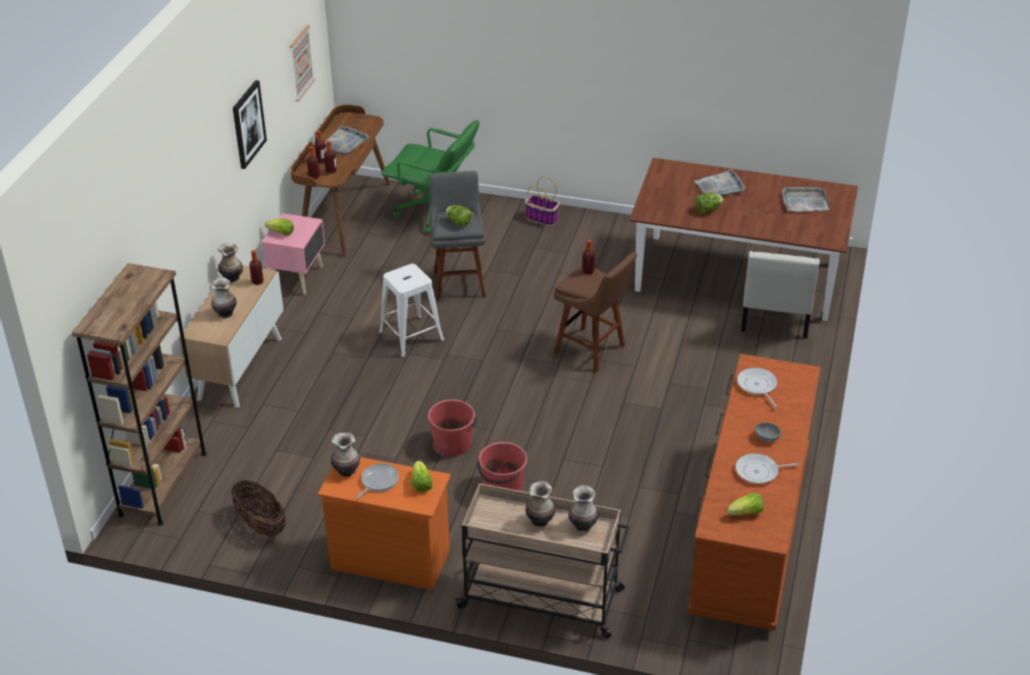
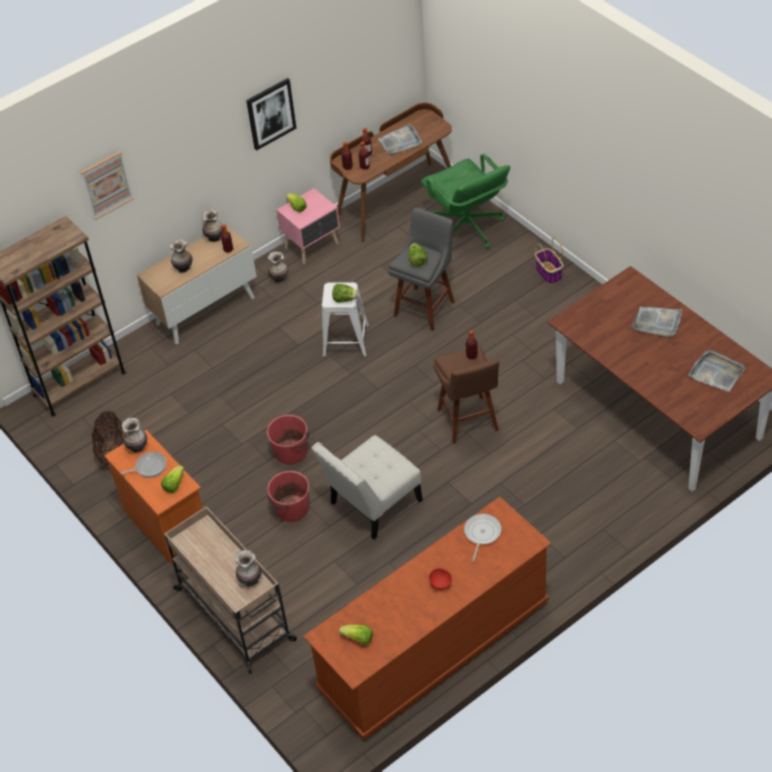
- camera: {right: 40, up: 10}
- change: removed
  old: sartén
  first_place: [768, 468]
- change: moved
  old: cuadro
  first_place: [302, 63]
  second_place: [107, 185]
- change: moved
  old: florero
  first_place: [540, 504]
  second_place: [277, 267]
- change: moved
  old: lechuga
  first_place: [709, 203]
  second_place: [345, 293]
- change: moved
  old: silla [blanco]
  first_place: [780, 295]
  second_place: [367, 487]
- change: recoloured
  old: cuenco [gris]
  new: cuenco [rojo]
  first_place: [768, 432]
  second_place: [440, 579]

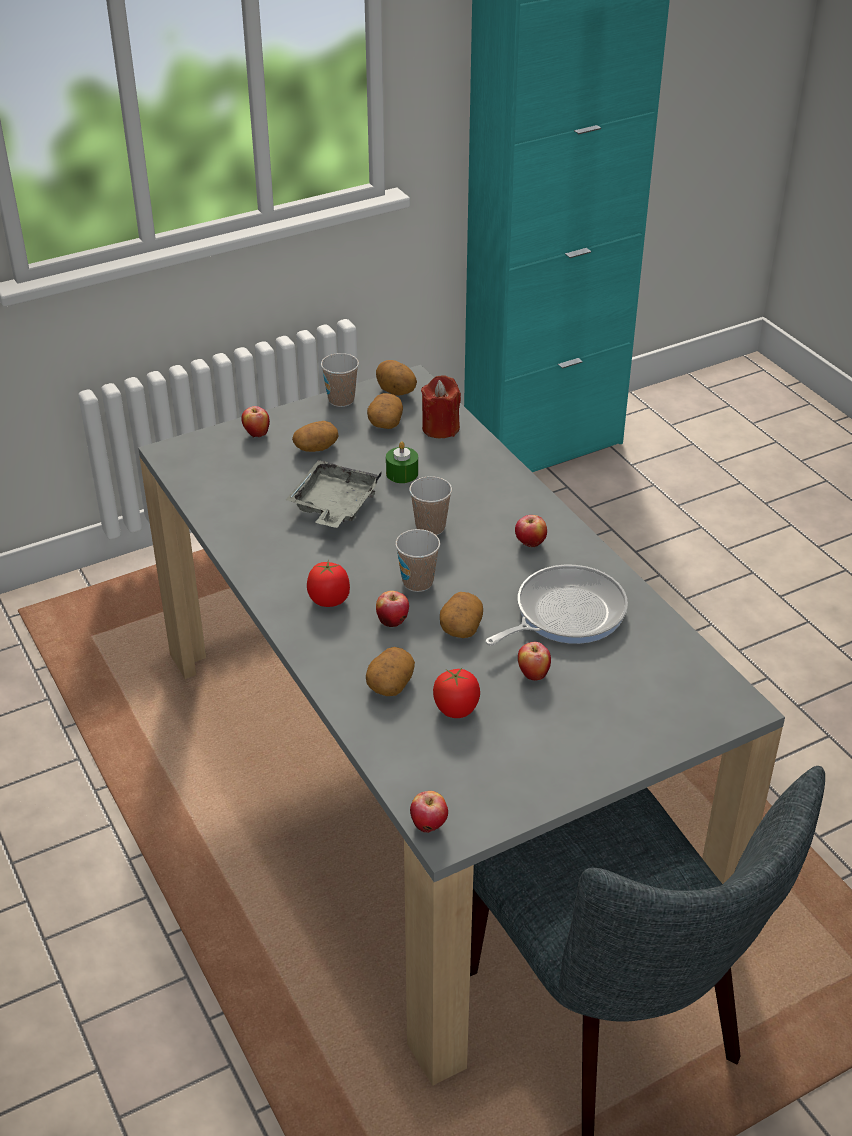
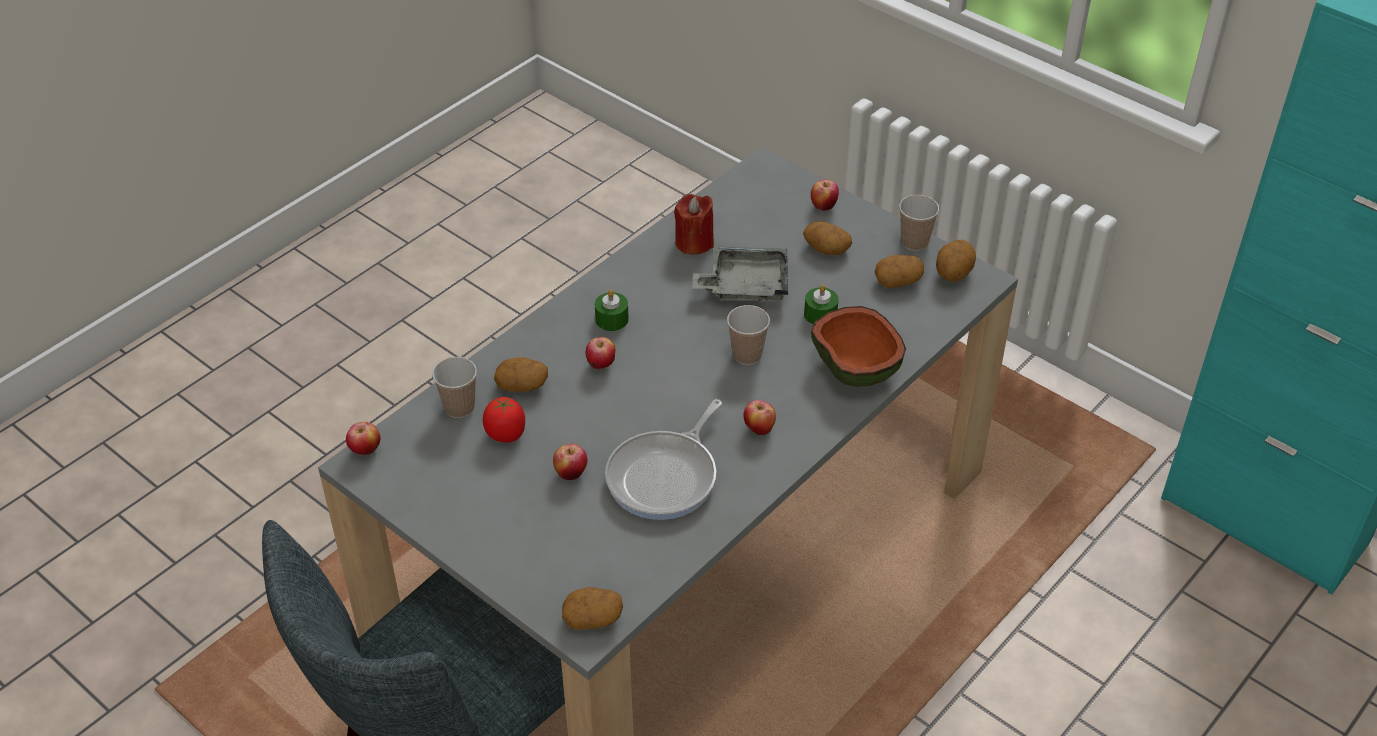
- camera: {right: 70, up: 5}
- change: added
  new: cuenco
  second_place: [858, 346]
- change: moved
  old: taza
  first_place: [417, 560]
  second_place: [454, 387]
- change: moved
  old: vela [rojo]
  first_place: [441, 406]
  second_place: [694, 224]
- change: moved
  old: patata
  first_place: [461, 615]
  second_place: [592, 608]
- change: replaced
  old: tomate
  new: vela [verde]
  first_place: [328, 583]
  second_place: [612, 310]
- change: turned
  old: sartén
  first_place: [556, 605]
  second_place: [663, 459]
  degrees: 90

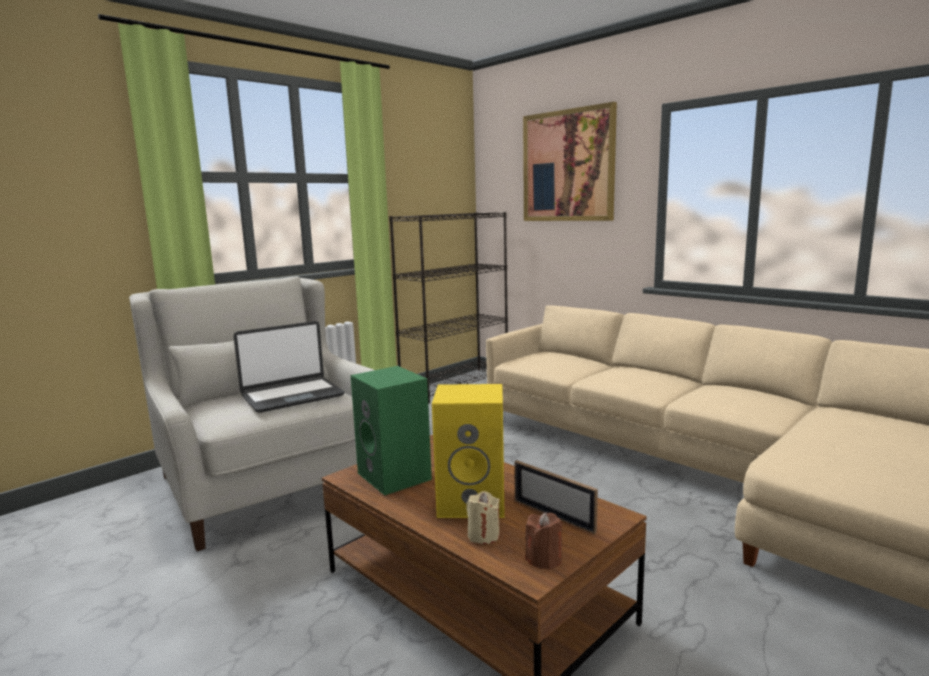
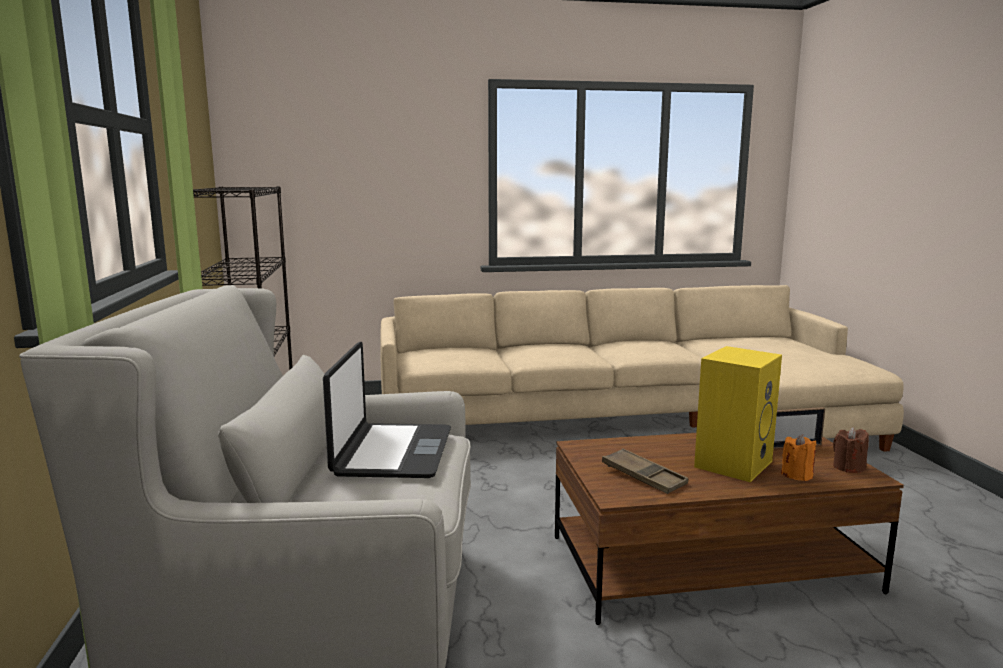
- camera: {right: -55, up: 0}
- change: removed
  old: cuadro
  first_place: [570, 161]
- change: replaced
  old: altavoz [verde]
  new: bandeja [marrón]
  first_place: [391, 431]
  second_place: [645, 471]
- change: recoloured
  old: vela [beis]
  new: vela [naranja]
  first_place: [483, 517]
  second_place: [799, 457]

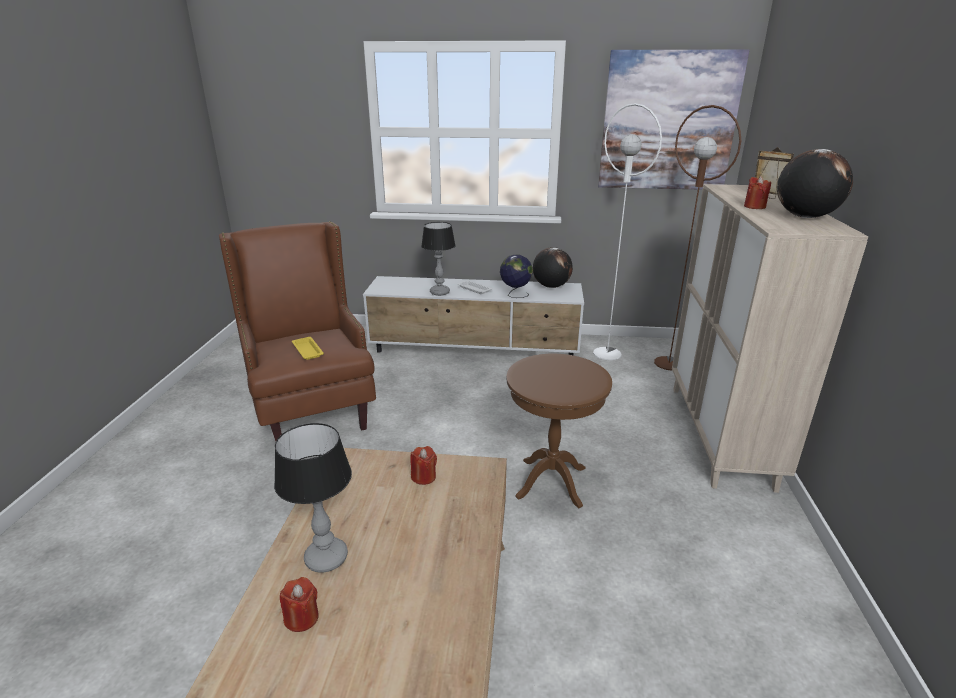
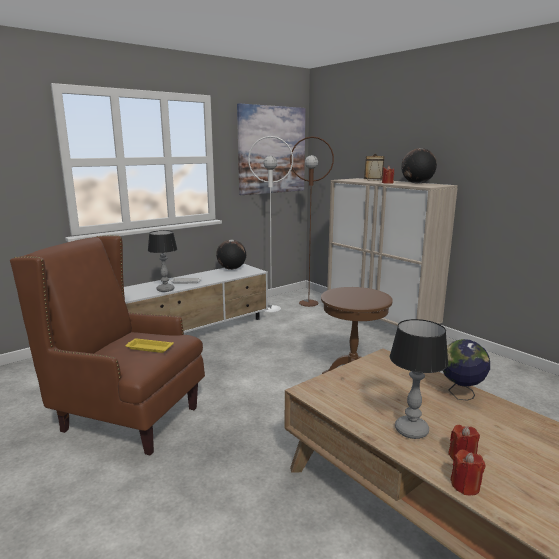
- camera: {right: -45, up: -10}
- change: moved
  old: vela [rojo]
  first_place: [423, 465]
  second_place: [468, 473]
- change: moved
  old: globo terráqueo
  first_place: [516, 276]
  second_place: [466, 370]

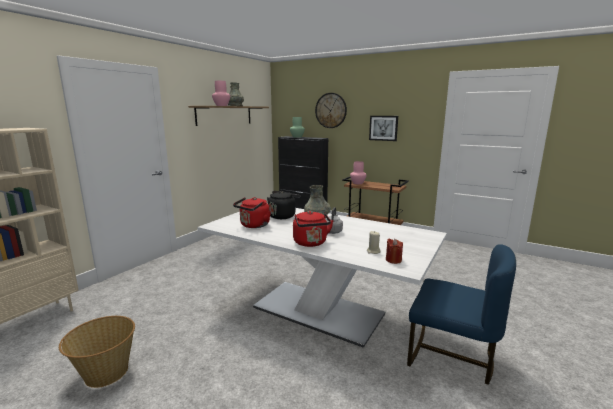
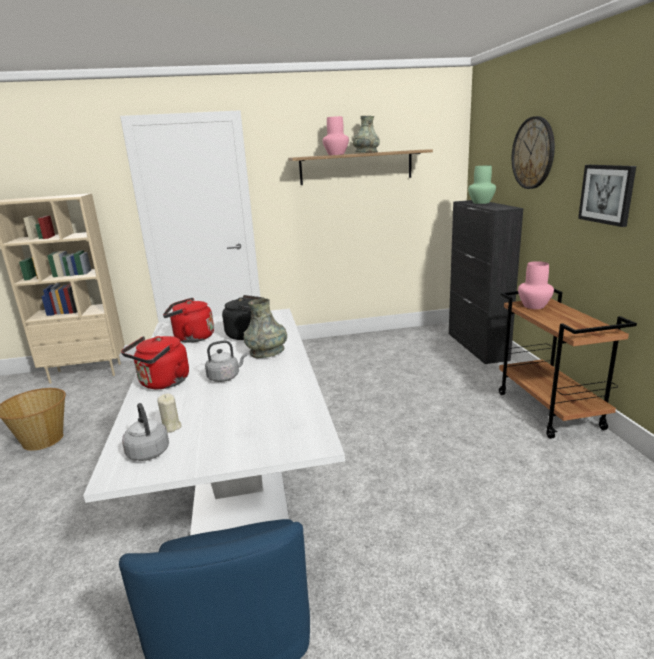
- camera: {right: 50, up: 5}
- change: replaced
  old: vela [rojo]
  new: hervidor [gris]
  first_place: [394, 251]
  second_place: [145, 432]

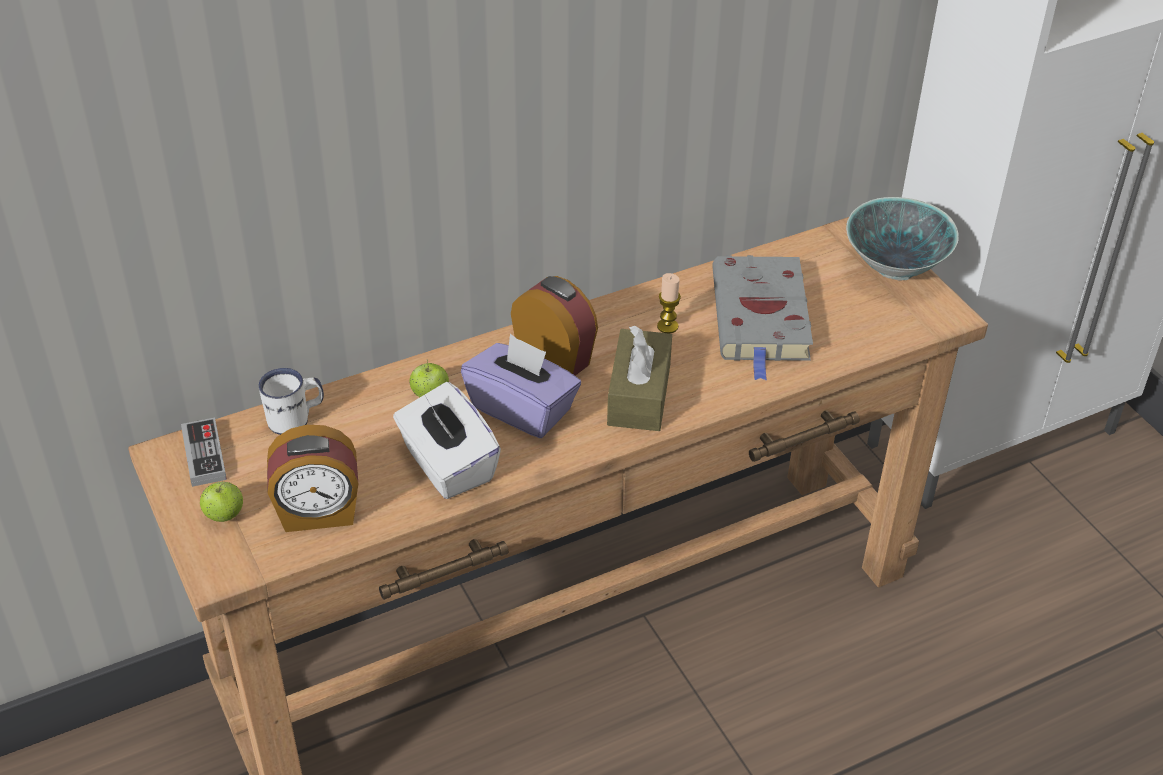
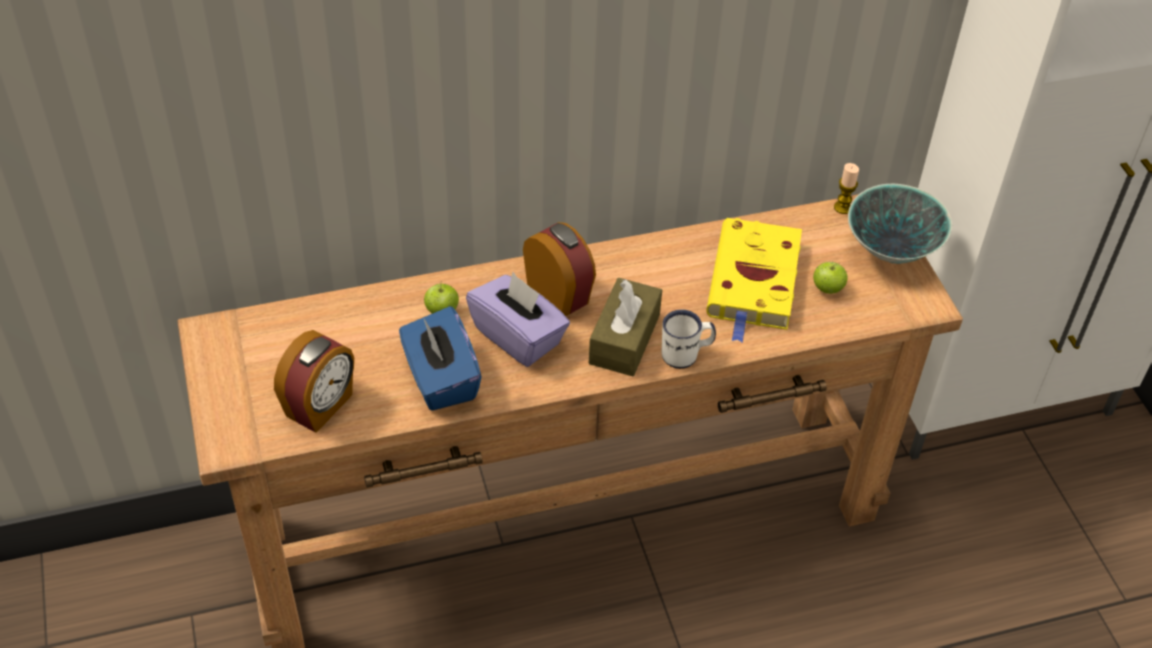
- camera: {right: 10, up: 5}
- change: removed
  old: mando de consola
  first_place: [204, 452]
- change: moved
  old: manzana
  first_place: [221, 502]
  second_place: [830, 278]
- change: moved
  old: taza grande [blanco]
  first_place: [291, 401]
  second_place: [689, 339]
- change: moved
  old: vela
  first_place: [669, 303]
  second_place: [846, 188]
- change: recoloured
  old: caja de pañuelos [blanco]
  new: caja de pañuelos [azul]
  first_place: [447, 440]
  second_place: [440, 358]
- change: recoloured
  old: libro [gris]
  new: libro [amarillo]
  first_place: [762, 318]
  second_place: [754, 280]
- change: turned
  old: despertador
  first_place: [312, 478]
  second_place: [314, 381]
  degrees: -60

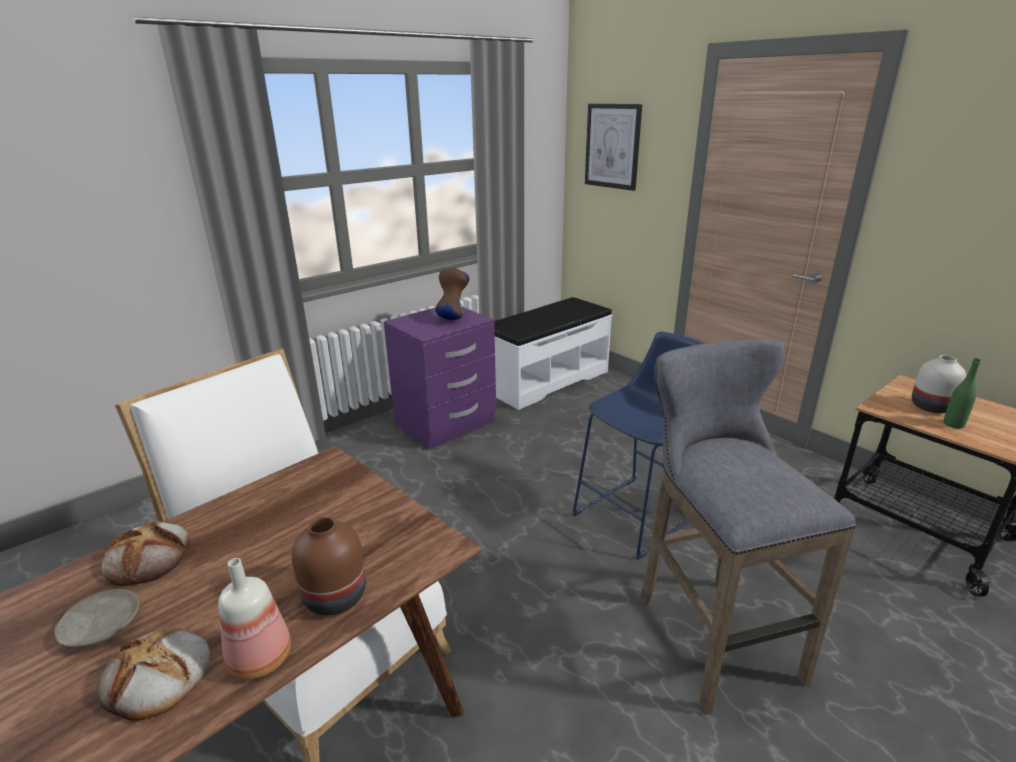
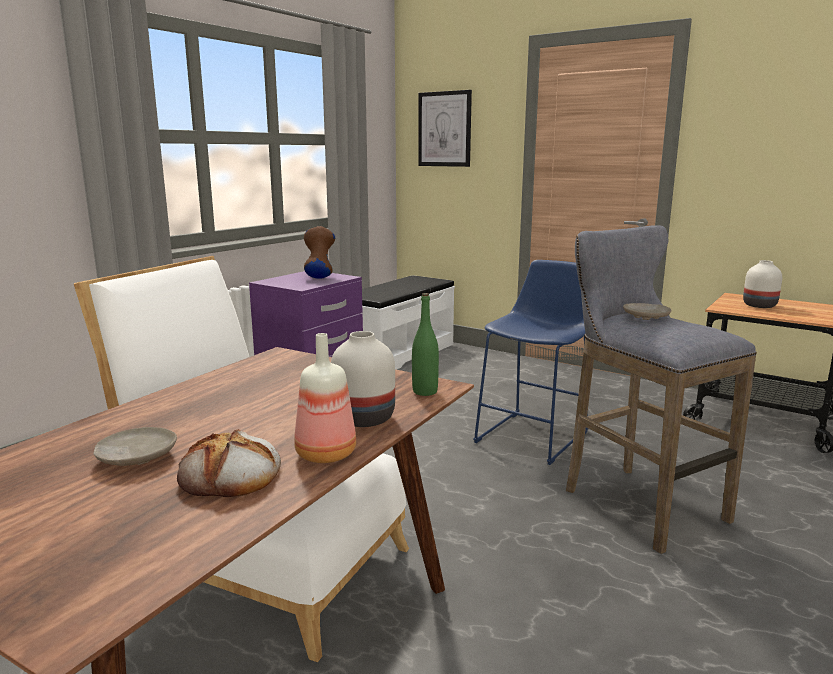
- camera: {right: -15, up: -10}
- change: removed
  old: pan
  first_place: [145, 553]
- change: added
  new: plato [beis]
  second_place: [647, 311]
- change: moved
  old: botella [verde]
  first_place: [962, 393]
  second_place: [425, 344]
- change: recoloured
  old: florero [marrón]
  new: florero [blanco]
  first_place: [329, 566]
  second_place: [363, 379]

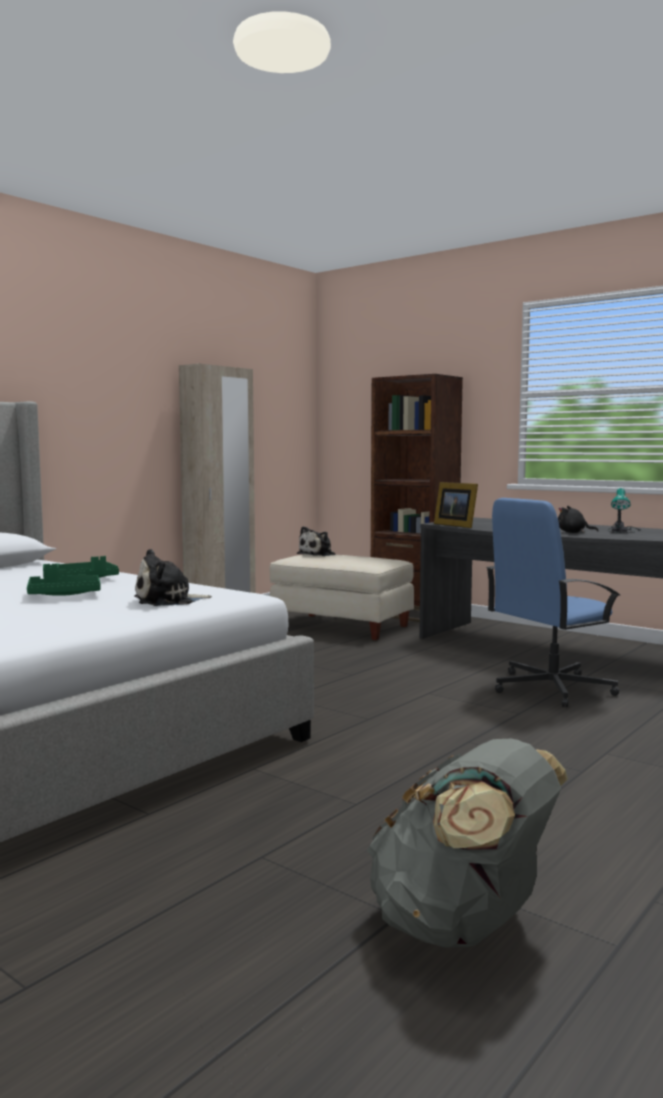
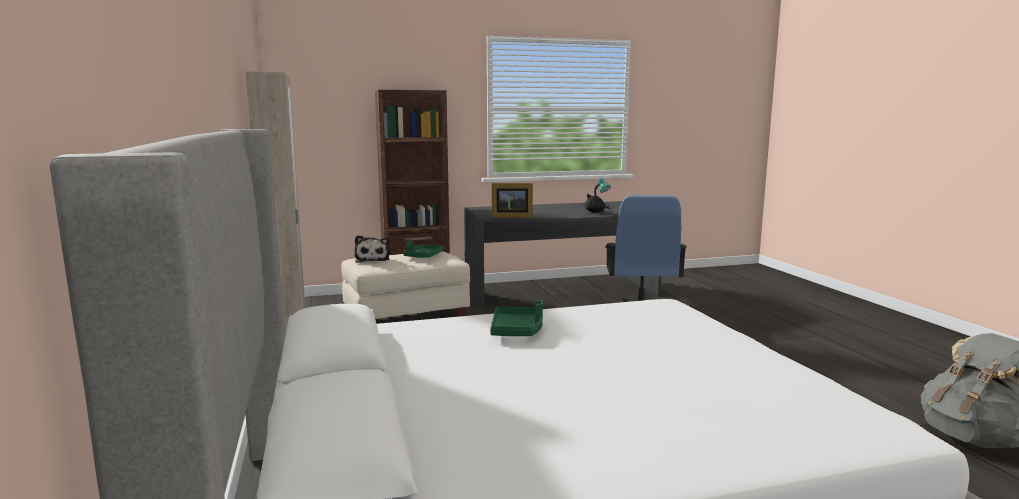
- camera: {right: -55, up: 5}
- change: removed
  old: peluche
  first_place: [173, 577]
- change: moved
  old: bandeja [verde]
  first_place: [64, 580]
  second_place: [423, 249]

